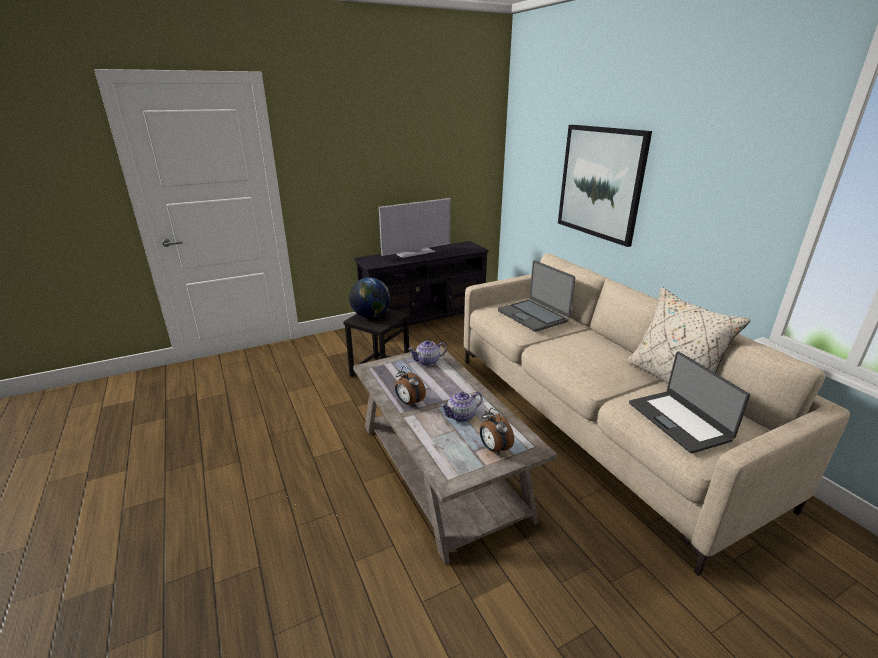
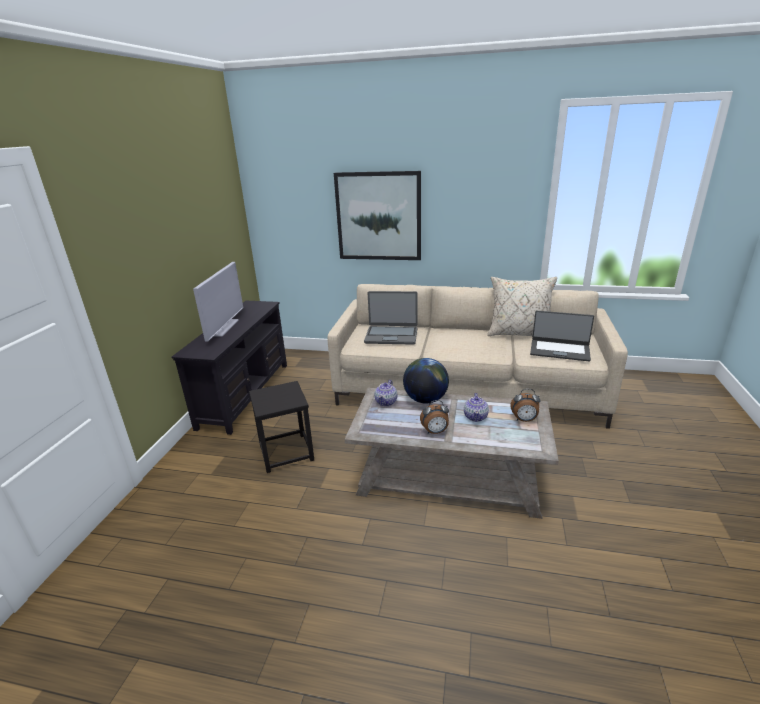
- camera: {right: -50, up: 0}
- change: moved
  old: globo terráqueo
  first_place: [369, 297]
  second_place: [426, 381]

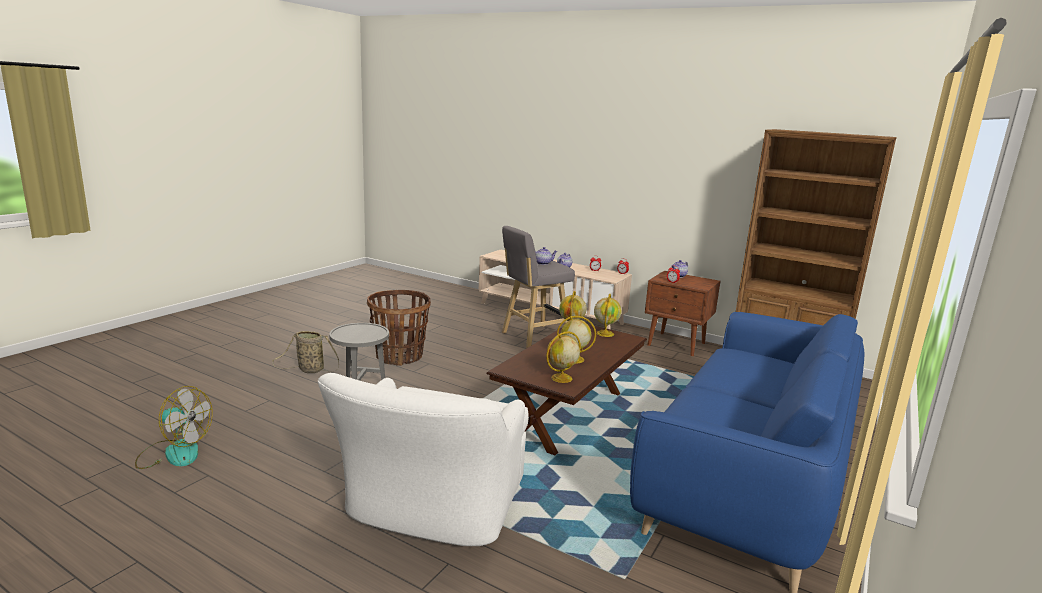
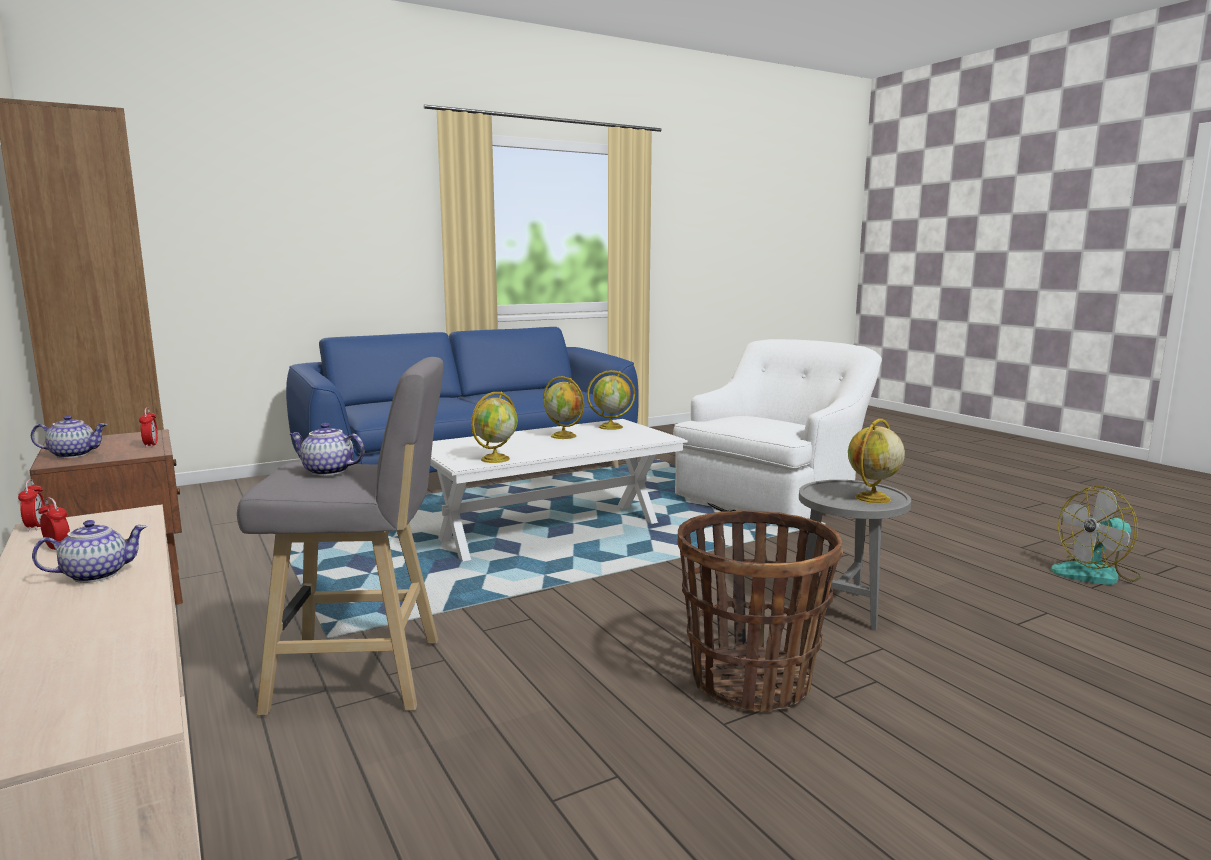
- camera: {right: -150, up: -5}
- change: removed
  old: cesta
  first_place: [306, 352]
- change: moved
  old: globo terráqueo
  first_place: [607, 315]
  second_place: [876, 461]
- change: recoloured
  old: mesa de centro [marrón]
  new: mesa de centro [blanco]
  first_place: [566, 389]
  second_place: [559, 490]
- change: turned
  old: ventilador
  first_place: [174, 427]
  second_place: [1096, 535]
  degrees: -60

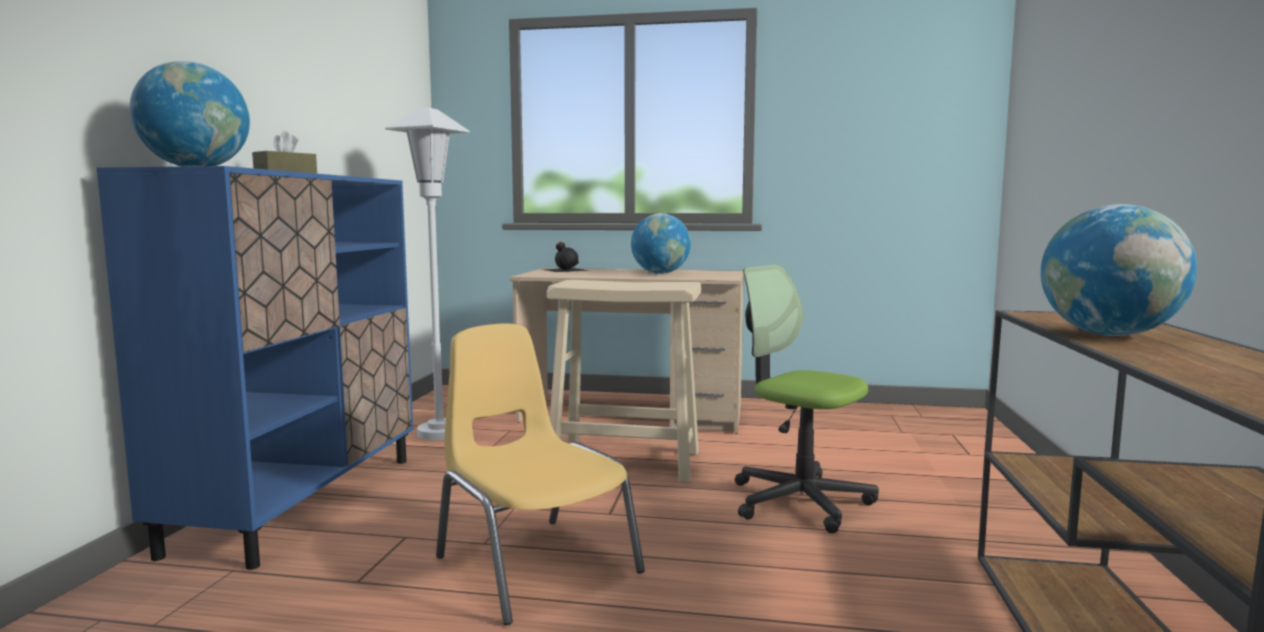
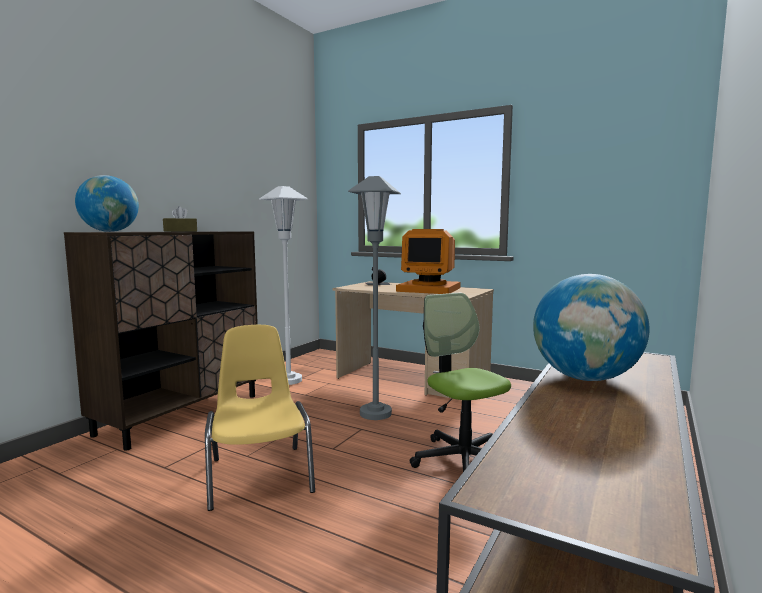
- camera: {right: 20, up: 0}
- change: replaced
  old: taburete [beis]
  new: lámpara de pie [gris]
  first_place: [624, 381]
  second_place: [374, 298]
- change: replaced
  old: globo terráqueo
  new: monitor
  first_place: [661, 243]
  second_place: [428, 261]
- change: recoloured
  old: armario [azul]
  new: armario [marrón]
  first_place: [254, 368]
  second_place: [161, 341]

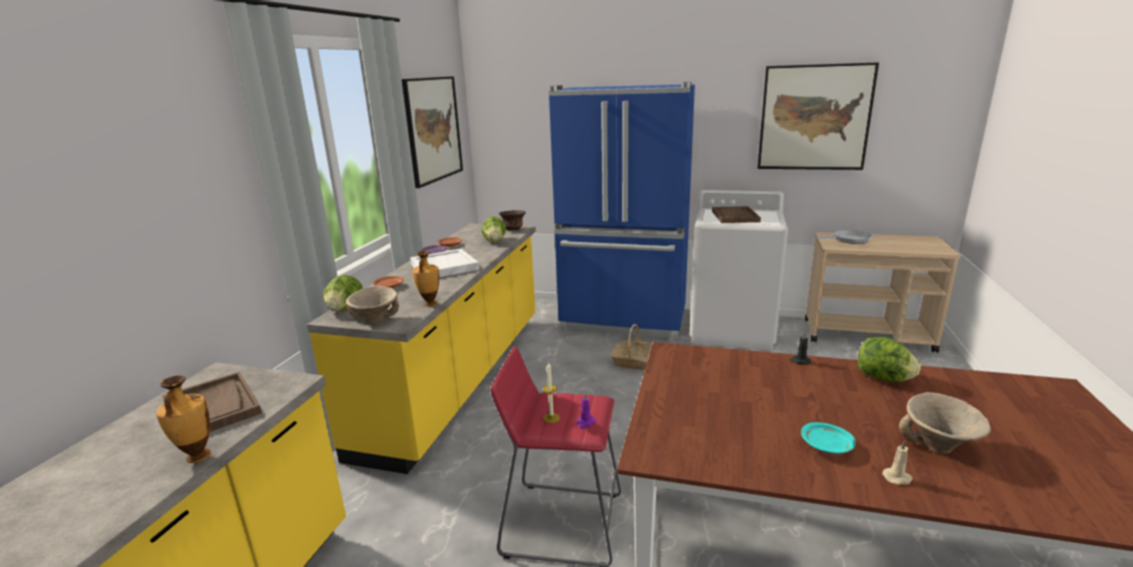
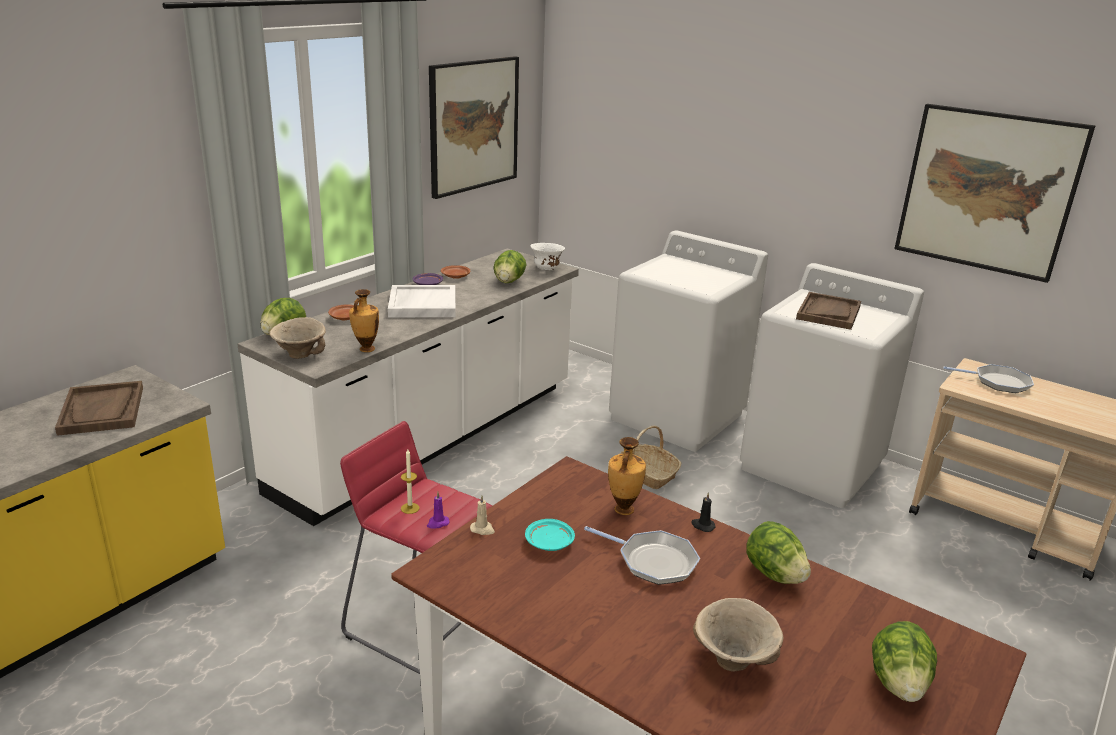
- camera: {right: 20, up: 5}
- change: added
  new: sartén
  second_place: [642, 555]
- change: added
  new: lechuga
  second_place: [904, 661]
- change: moved
  old: florero
  first_place: [183, 419]
  second_place: [627, 476]
- change: moved
  old: plato [turquesa]
  first_place: [828, 438]
  second_place: [550, 535]
- change: moved
  old: vela [beis]
  first_place: [897, 462]
  second_place: [482, 515]
- change: replaced
  old: nevera [azul]
  new: lavadora [blanco]
  first_place: [622, 211]
  second_place: [688, 341]
- change: recoloured
  old: mueble bajo de cocina [amarillo]
  new: mueble bajo de cocina [blanco]
  first_place: [421, 349]
  second_place: [408, 387]
- change: recoloured
  old: cuenco [marrón]
  new: cuenco [blanco]
  first_place: [512, 220]
  second_place: [547, 256]

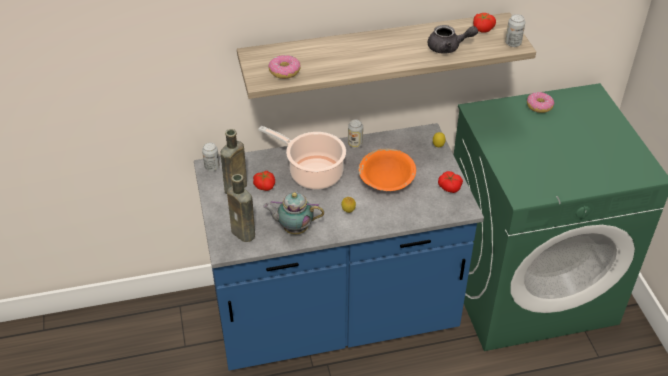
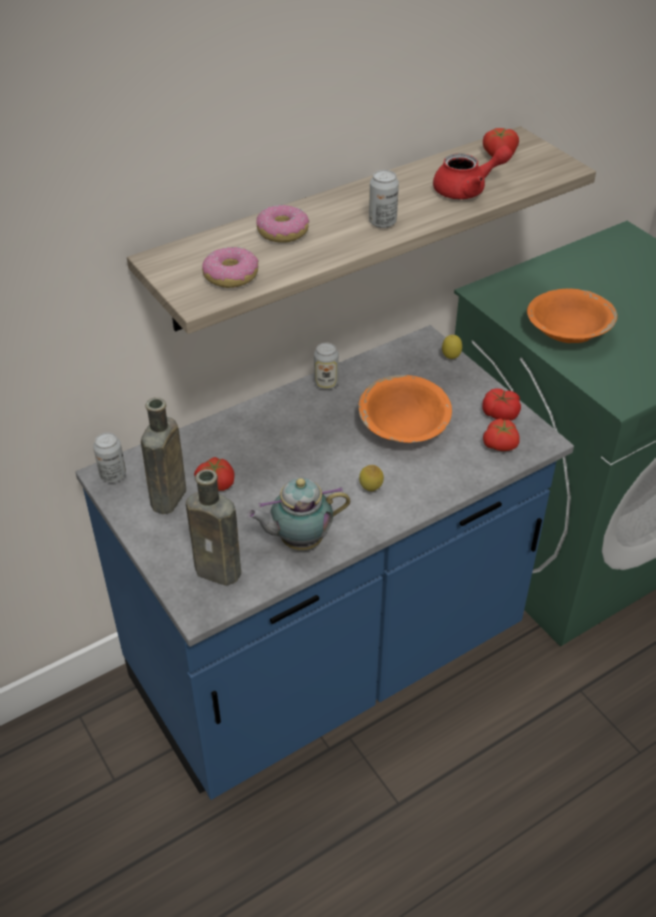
- camera: {right: -20, up: 0}
- change: removed
  old: olla
  first_place: [302, 157]
- change: added
  new: tomate
  second_place: [501, 434]
- change: added
  new: cuenco [naranja]
  second_place: [572, 316]
- change: moved
  old: lata
  first_place: [515, 30]
  second_place: [384, 199]
- change: moved
  old: rosquilla
  first_place: [540, 102]
  second_place: [282, 223]
- change: recoloured
  old: tetera [gris]
  new: tetera [rojo]
  first_place: [453, 39]
  second_place: [473, 172]

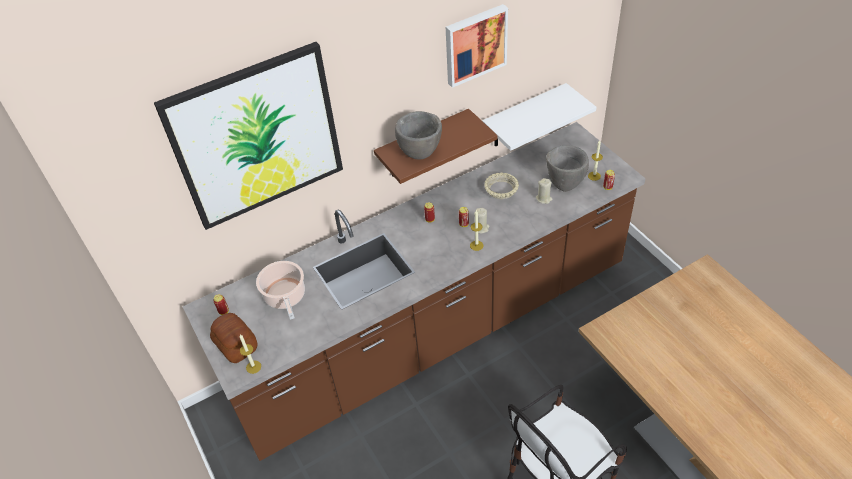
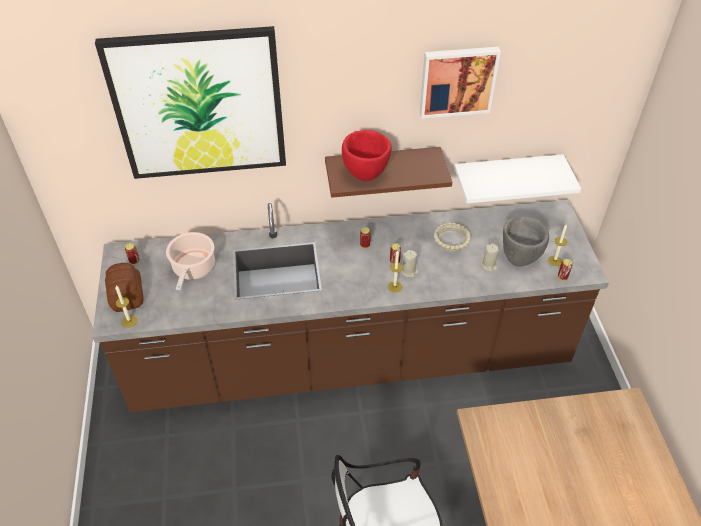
- camera: {right: 20, up: 0}
- change: recoloured
  old: cuenco [gris]
  new: cuenco [rojo]
  first_place: [418, 135]
  second_place: [366, 155]

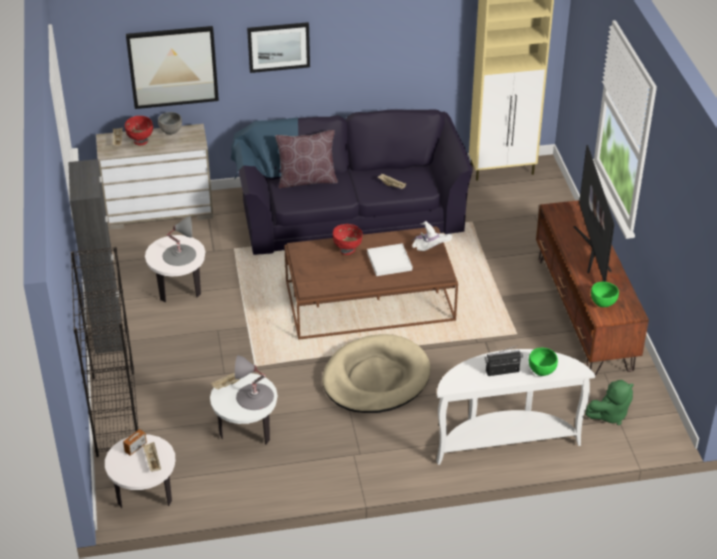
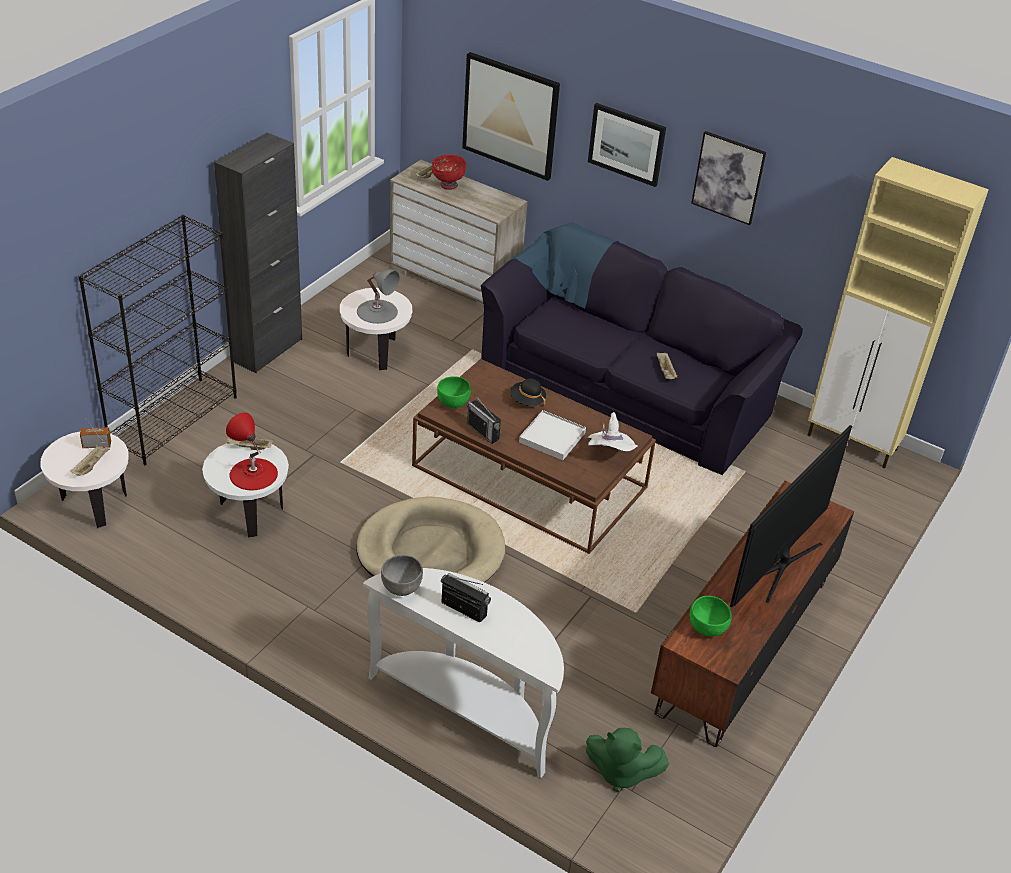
- camera: {right: 40, up: 0}
- change: removed
  old: cojín [marrón]
  first_place: [306, 159]
- change: added
  new: radio
  second_place: [484, 419]
- change: added
  new: cuadro
  second_place: [728, 178]
- change: moved
  old: cuenco [gris]
  first_place: [170, 123]
  second_place: [402, 575]
- change: moved
  old: cuenco [verde]
  first_place: [543, 362]
  second_place: [454, 392]
- change: replaced
  old: cuenco [rojo]
  new: sombrero [negro]
  first_place: [348, 239]
  second_place: [528, 392]
- change: recoloured
  old: lámpara de mesa [gris]
  new: lámpara de mesa [rojo]
  first_place: [254, 382]
  second_place: [252, 451]

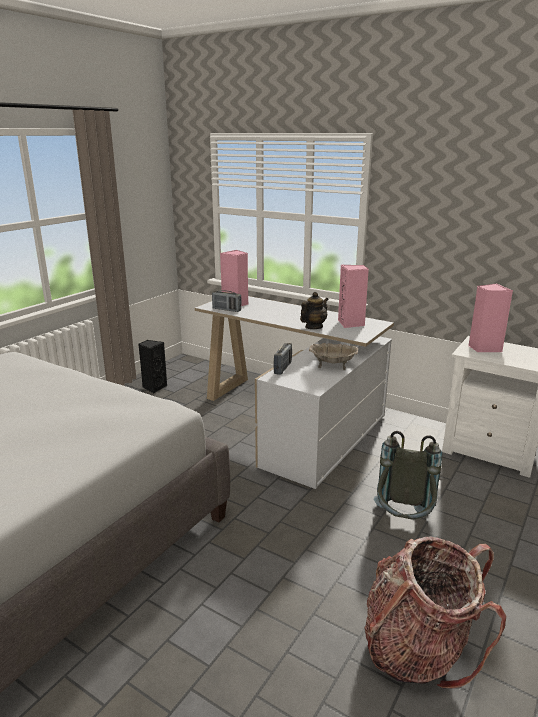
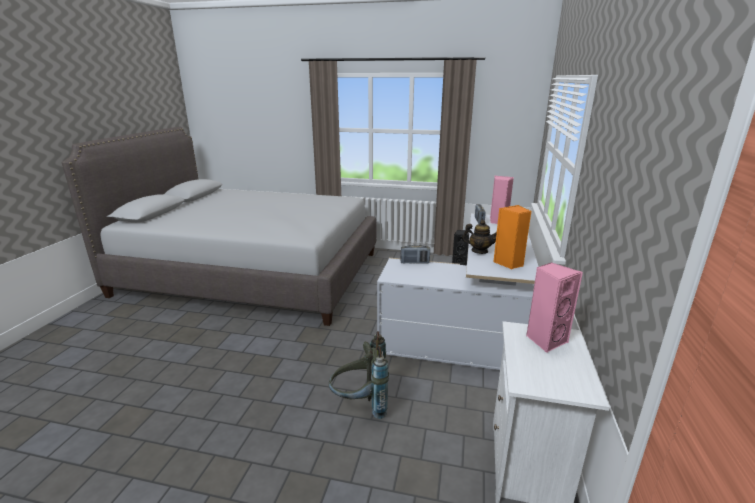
- camera: {right: 70, up: 0}
- change: removed
  old: cuenco [beis]
  first_place: [333, 356]
- change: removed
  old: mochila
  first_place: [435, 613]
- change: recoloured
  old: altavoz [rosa]
  new: altavoz [naranja]
  first_place: [353, 296]
  second_place: [512, 237]

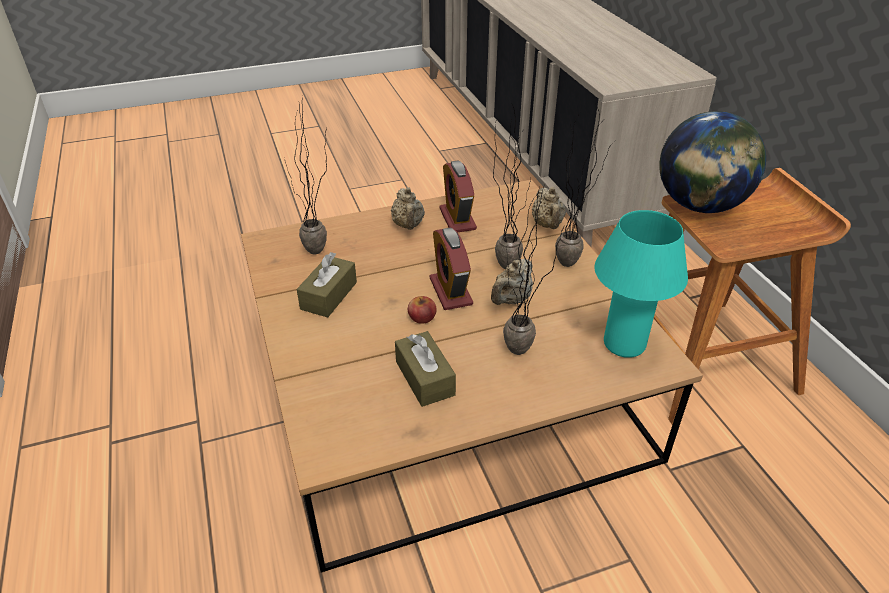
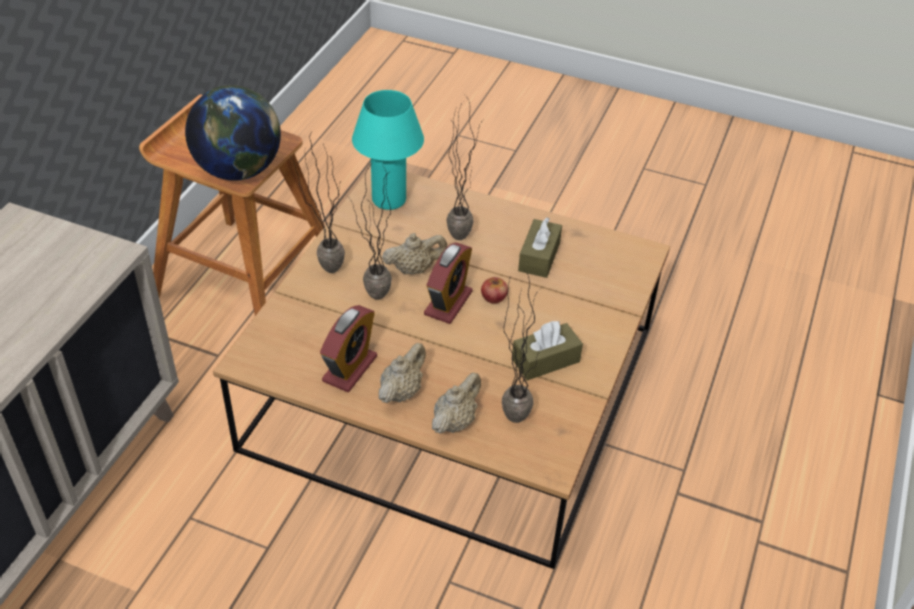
- camera: {right: -140, up: 5}
- change: moved
  old: tetera [beis]
  first_place: [549, 208]
  second_place: [456, 403]

